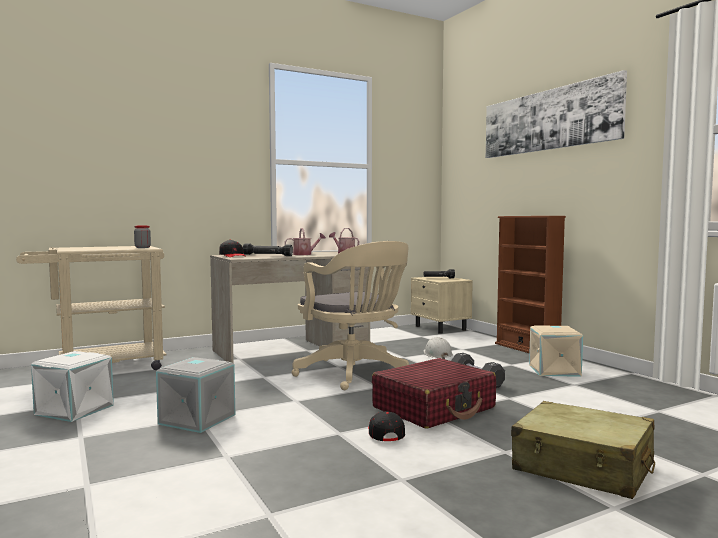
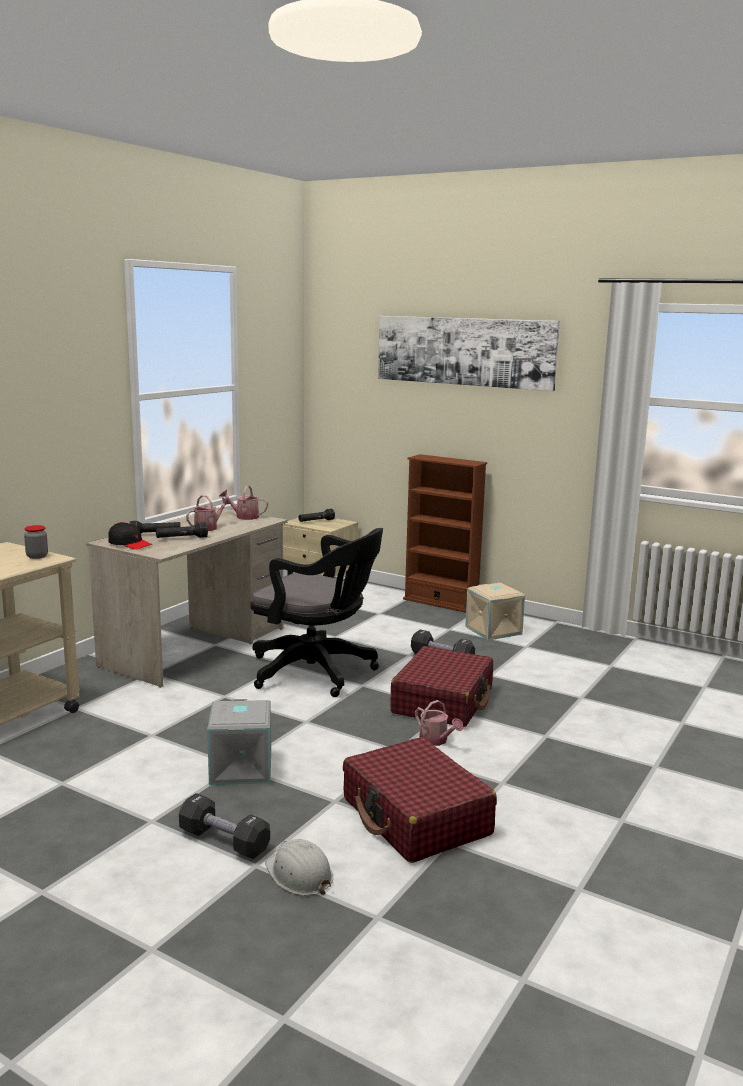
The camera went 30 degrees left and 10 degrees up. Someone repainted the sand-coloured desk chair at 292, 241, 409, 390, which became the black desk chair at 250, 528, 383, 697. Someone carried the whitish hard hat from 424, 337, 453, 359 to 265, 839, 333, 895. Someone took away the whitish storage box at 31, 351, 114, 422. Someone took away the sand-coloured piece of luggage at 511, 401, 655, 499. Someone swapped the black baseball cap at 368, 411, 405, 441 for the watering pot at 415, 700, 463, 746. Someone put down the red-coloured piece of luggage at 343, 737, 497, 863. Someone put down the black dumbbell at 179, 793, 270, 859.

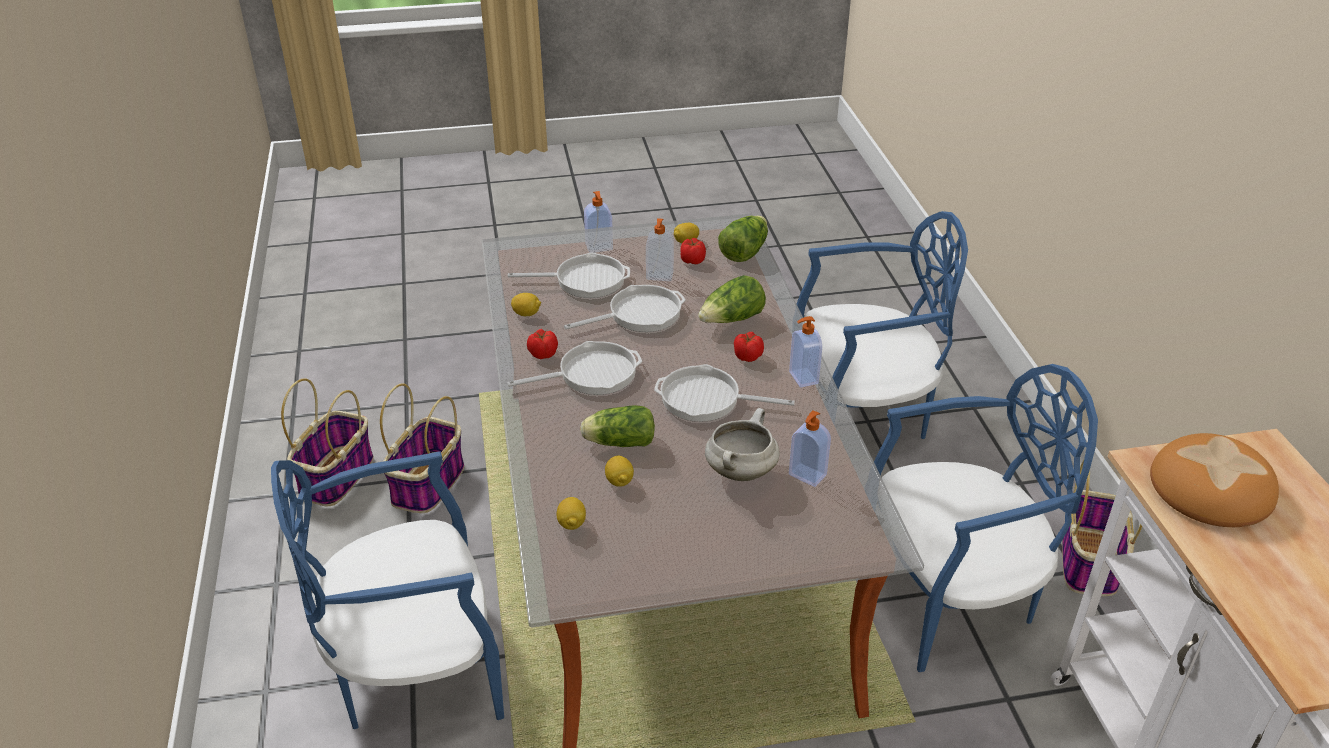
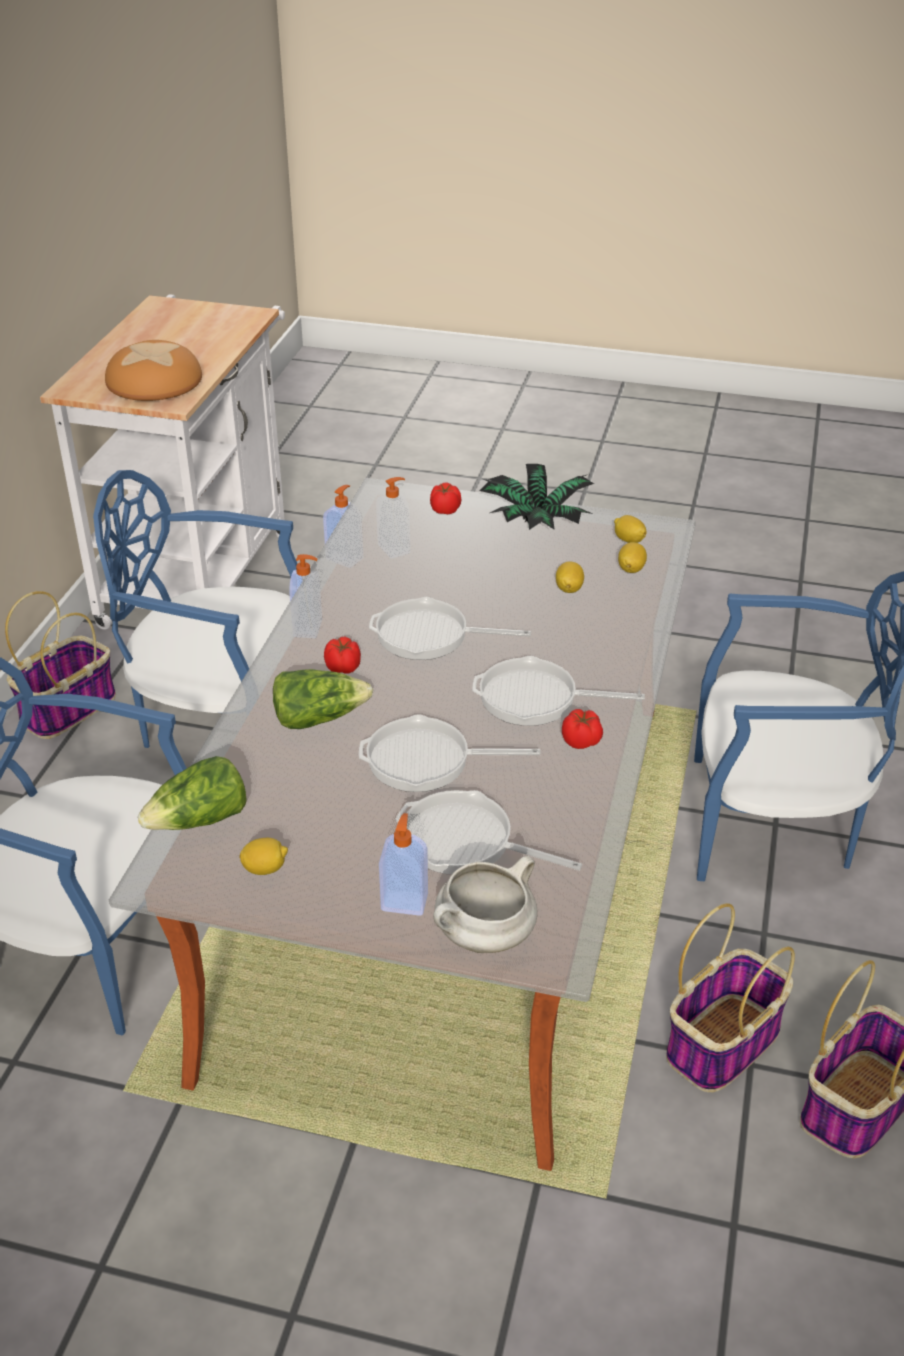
The camera went 155 degrees left and 0 degrees up. Someone carried the soap dispenser from 646, 218, 674, 281 to 323, 485, 363, 568. Someone carried the whole tomato from 680, 238, 706, 264 to 430, 482, 461, 514. Someone carried the lemon from 511, 293, 541, 316 to 614, 515, 647, 543. Someone rotated the pan at 654, 364, 795, 422 by 150 degrees clockwise. Someone took away the lettuce at 580, 405, 655, 447. Someone carried the whitish cooking pot from 705, 408, 780, 481 to 433, 856, 538, 953. Someone put down the plant in a pot at 480, 464, 594, 530.

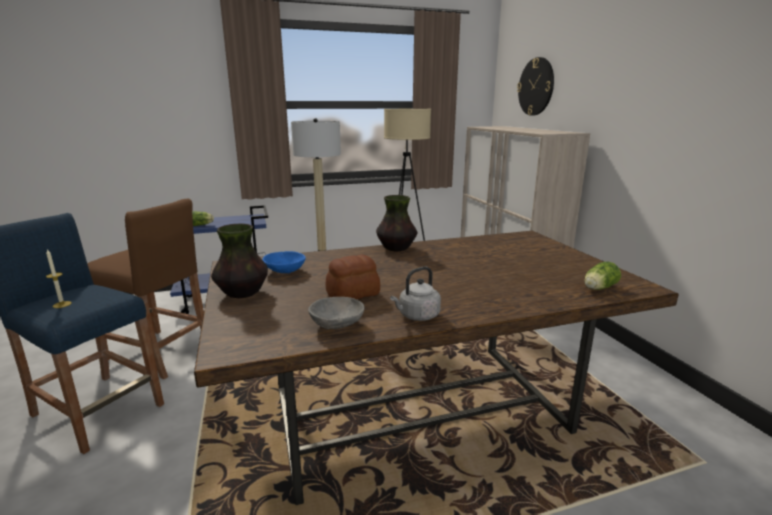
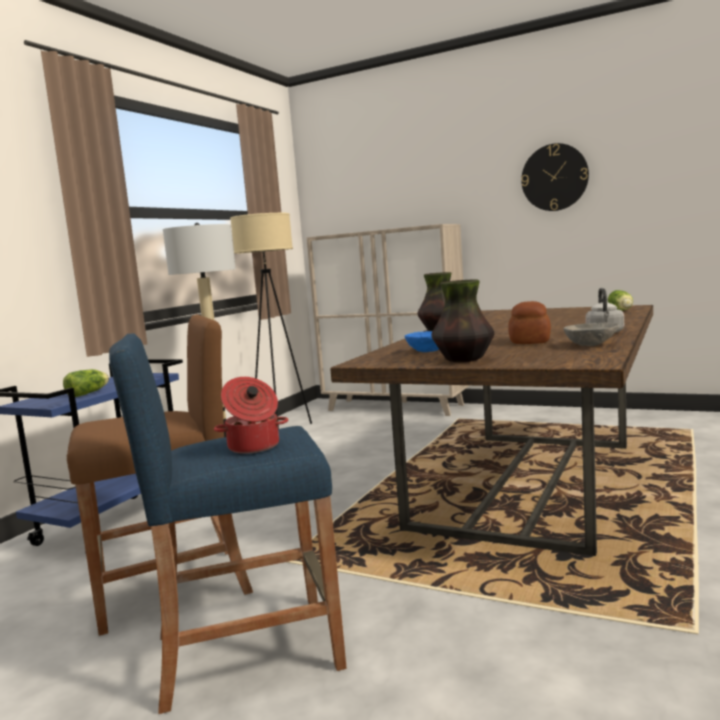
The camera went 45 degrees left and 10 degrees down. Someone carried the wall clock from 517, 57, 554, 116 to 521, 143, 589, 211. Someone swapped the wax candle at 46, 249, 72, 308 for the cooking pot at 214, 377, 288, 454.

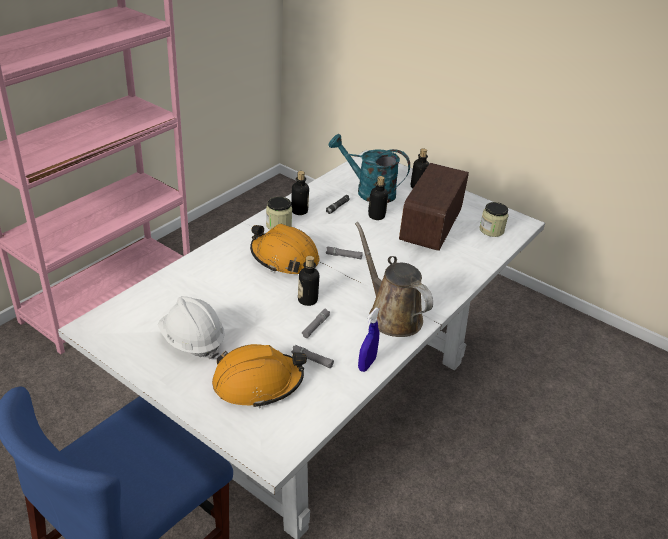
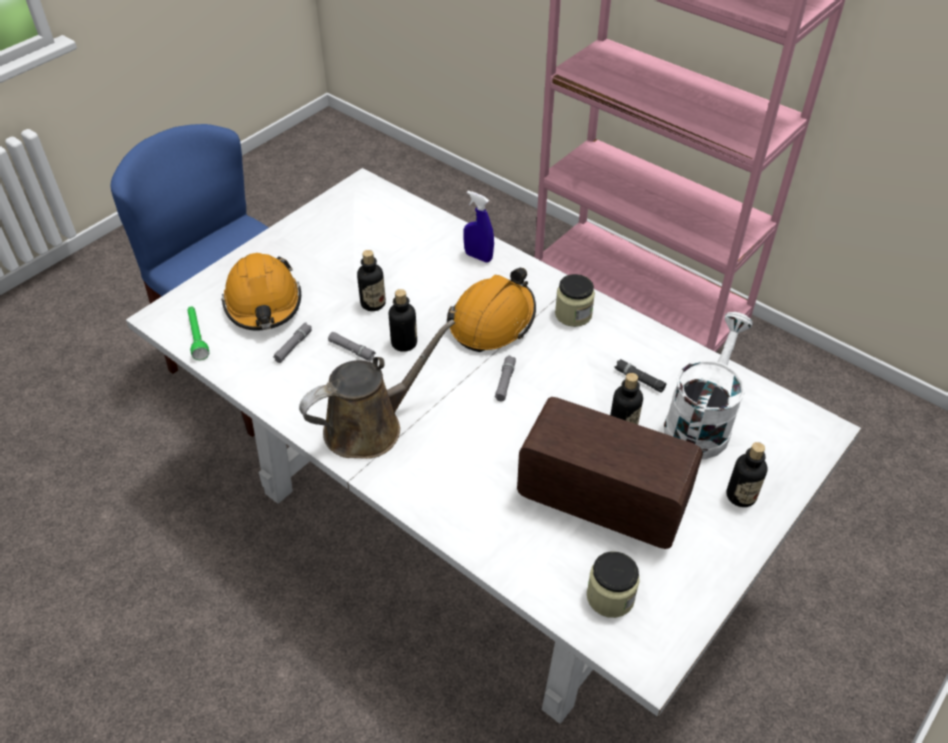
The camera went 95 degrees right and 10 degrees up. Someone repainted the turquoise watering pot at 328, 134, 410, 203, which became the whitish watering pot at 664, 312, 753, 459. Someone carried the beverage bottle from 291, 171, 309, 215 to 357, 250, 386, 311. Someone took away the whitish hard hat at 158, 296, 225, 359. Someone carried the blue-coloured hand sprayer from 358, 308, 380, 372 to 463, 191, 494, 262. Someone put down the green-coloured flashlight at 187, 306, 209, 360.

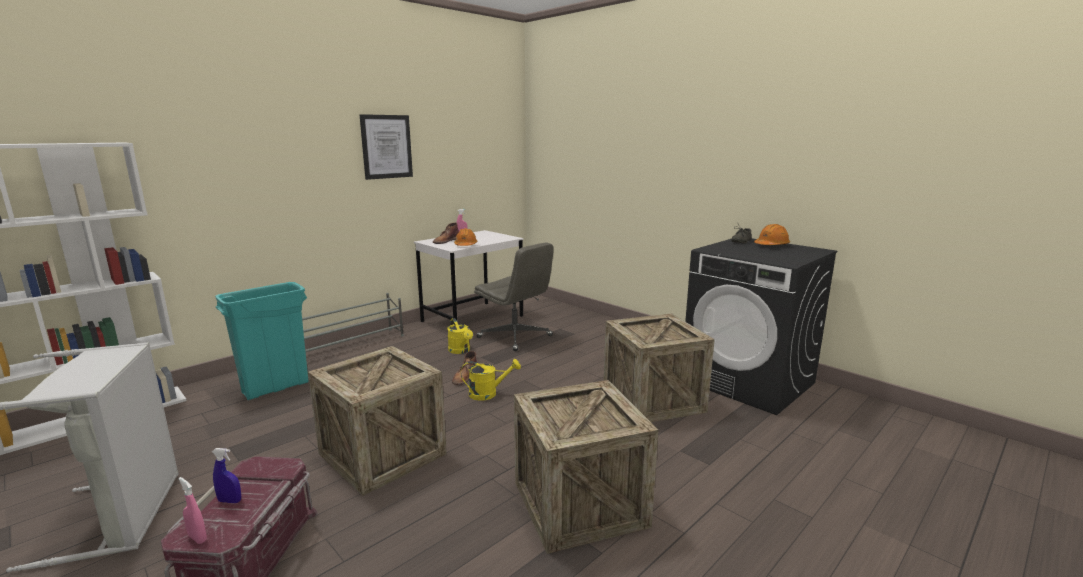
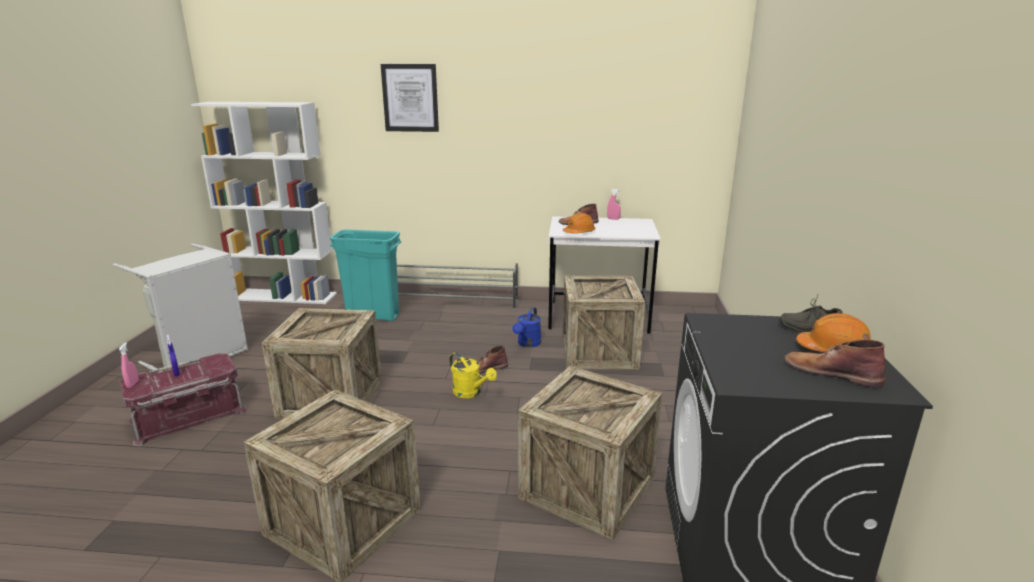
The camera went 50 degrees right and 5 degrees up. Someone carried the picture from 360, 114, 413, 180 to 381, 64, 439, 132. Someone swapped the greyish desk chair at 474, 242, 554, 351 for the crate at 562, 276, 645, 370. Someone repainted the yellowish watering pot at 447, 318, 473, 354, which became the blue-coloured watering pot at 512, 307, 541, 347. Someone put down the brownish tall boot at 784, 339, 885, 388.

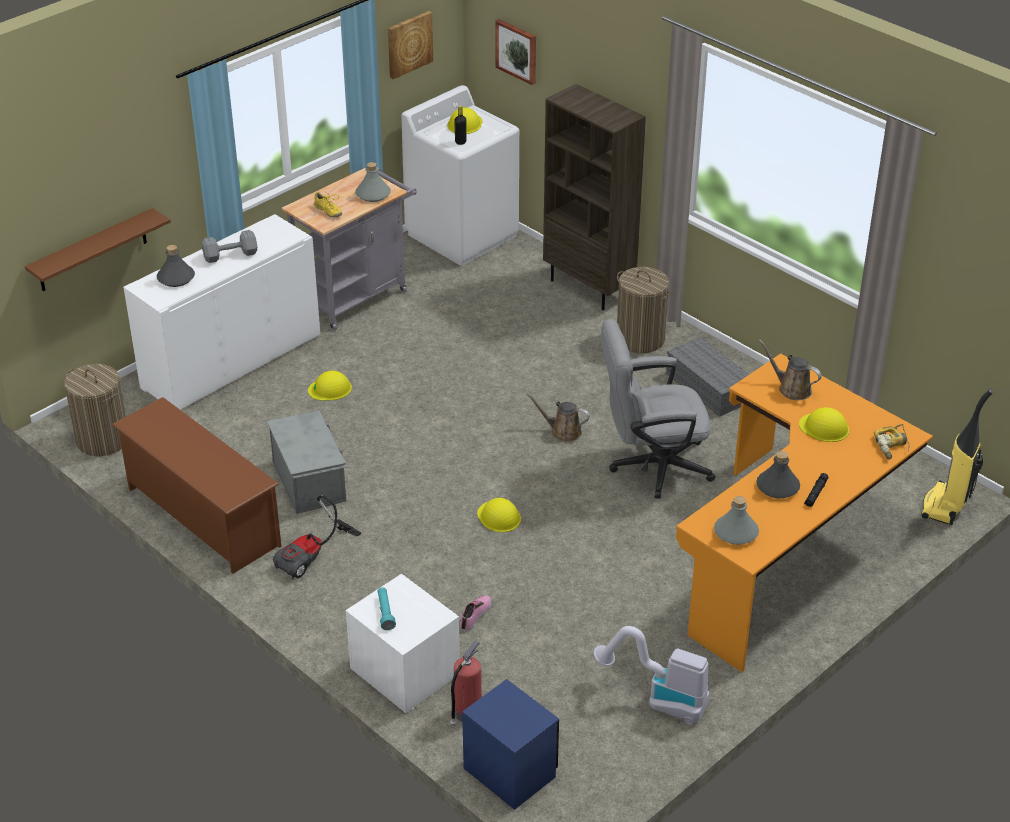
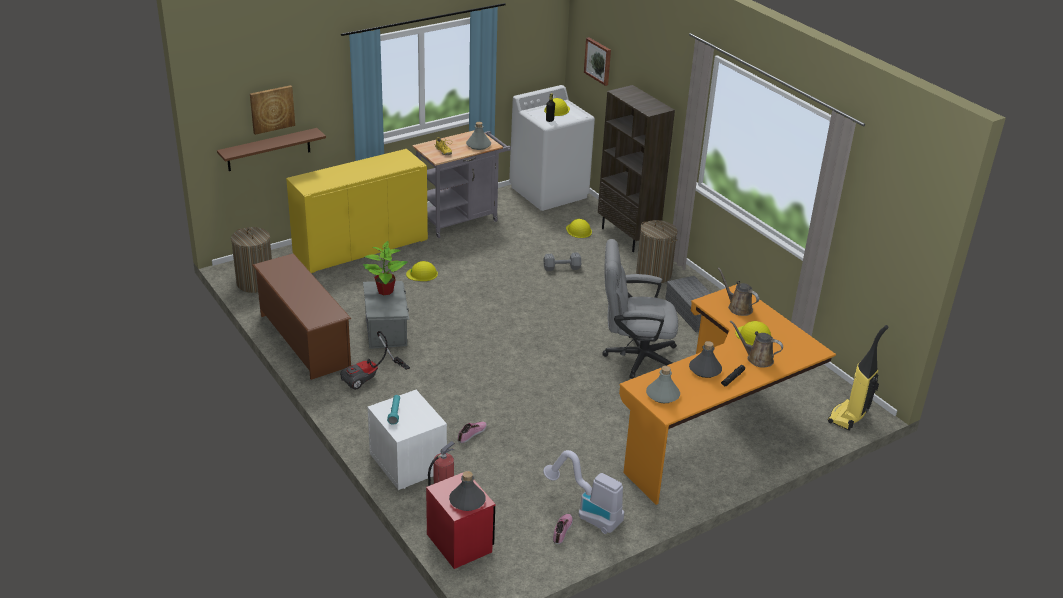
The camera went 10 degrees right and 5 degrees down. Someone carried the picture from 388, 11, 433, 79 to 250, 85, 295, 135. Someone repainted the whitish storage cabinet at 123, 214, 320, 410, which became the yellowish storage cabinet at 286, 149, 428, 273. Someone carried the greyish dumbbell from 202, 230, 257, 263 to 544, 253, 581, 271. Someone carried the greyish beverage bottle from 157, 245, 195, 287 to 449, 471, 486, 511. Someone carried the brownish watering pot from 526, 393, 590, 442 to 730, 321, 783, 368. Someone took away the drill at 874, 424, 910, 459. Someone carried the yellowish hard hat from 477, 498, 521, 532 to 566, 219, 592, 238. Someone repainted the blue-coloured nightstand at 462, 679, 559, 810, which became the red-coloured nightstand at 426, 472, 495, 569. Someone put down the plant in a pot at 363, 241, 408, 295. Someone put down the shoe at 553, 514, 573, 544.

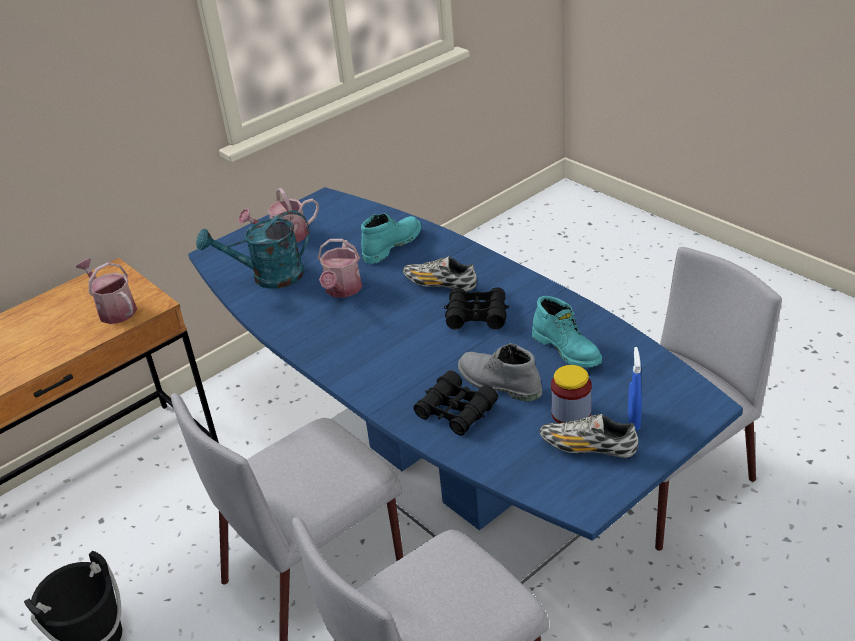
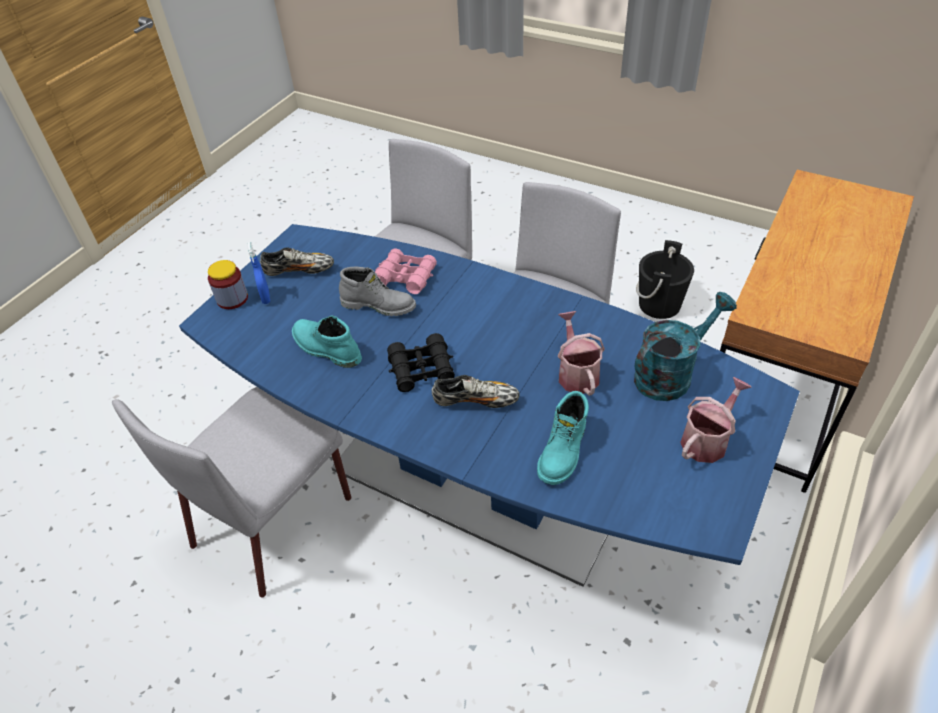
The camera went 160 degrees right and 10 degrees up. Someone took away the watering pot at 76, 258, 137, 324. Someone carried the storage jar from 551, 365, 592, 423 to 208, 260, 248, 309. Someone repainted the black pair of binoculars at 413, 370, 498, 436, which became the pink pair of binoculars at 375, 249, 437, 294.

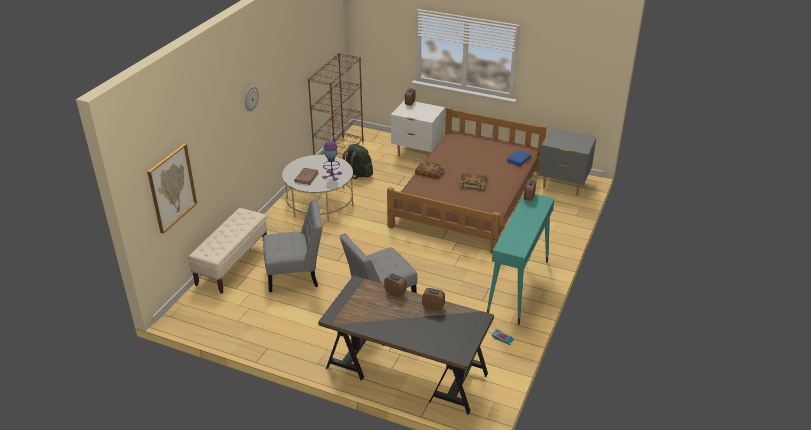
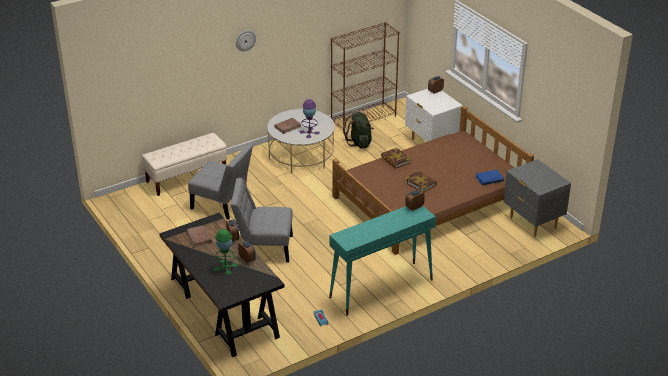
The camera went 35 degrees right and 0 degrees up. Someone took away the picture at 147, 144, 197, 234. Someone put down the brownish bound book at 186, 225, 212, 247. Someone put down the green-coloured lamp for a table at 214, 229, 238, 275.

